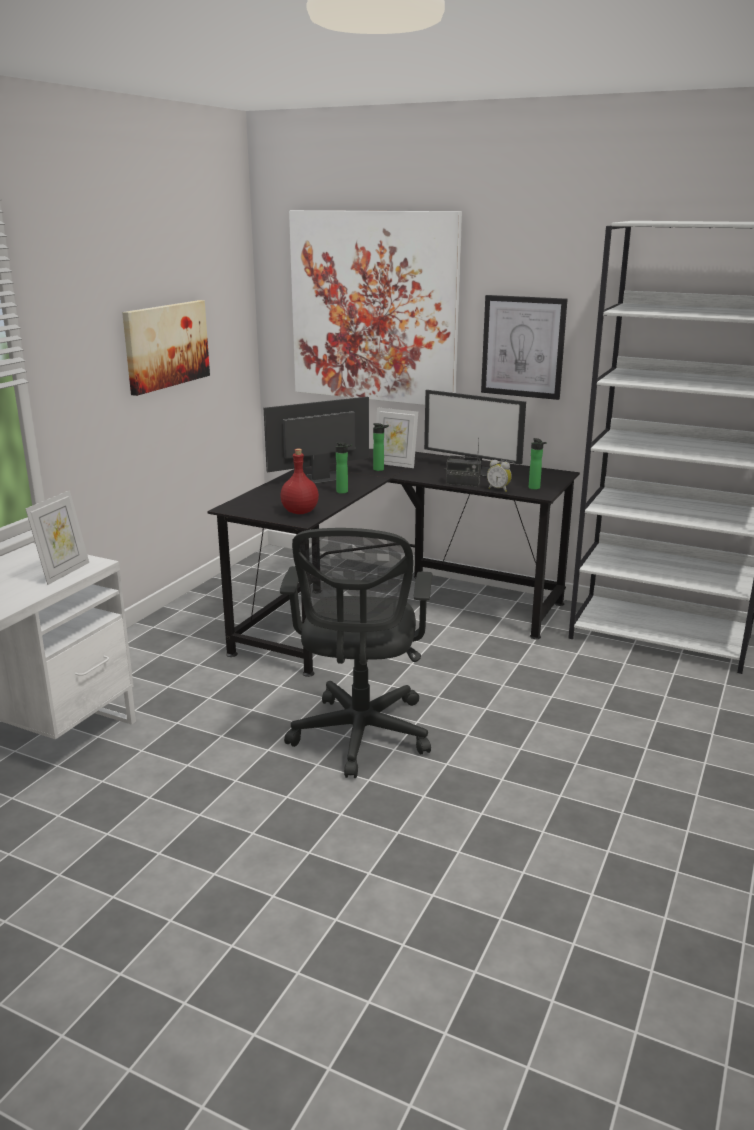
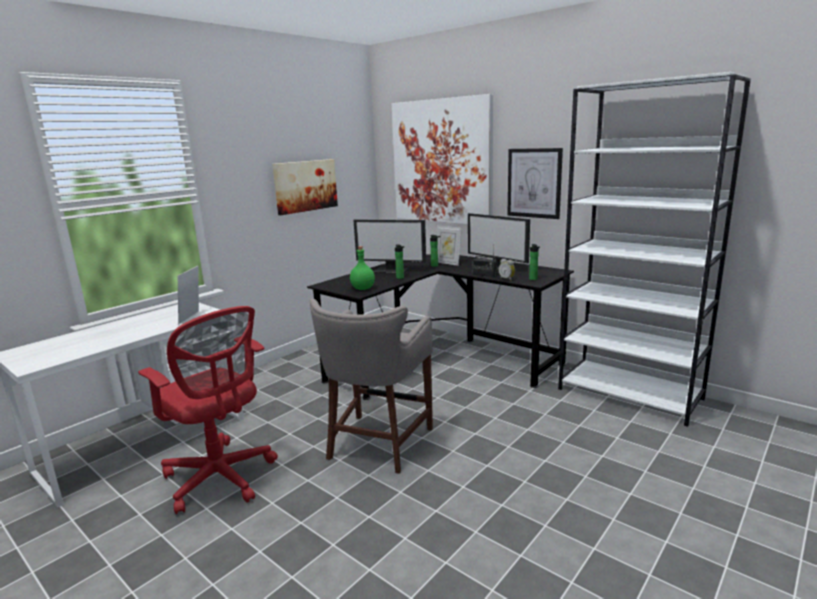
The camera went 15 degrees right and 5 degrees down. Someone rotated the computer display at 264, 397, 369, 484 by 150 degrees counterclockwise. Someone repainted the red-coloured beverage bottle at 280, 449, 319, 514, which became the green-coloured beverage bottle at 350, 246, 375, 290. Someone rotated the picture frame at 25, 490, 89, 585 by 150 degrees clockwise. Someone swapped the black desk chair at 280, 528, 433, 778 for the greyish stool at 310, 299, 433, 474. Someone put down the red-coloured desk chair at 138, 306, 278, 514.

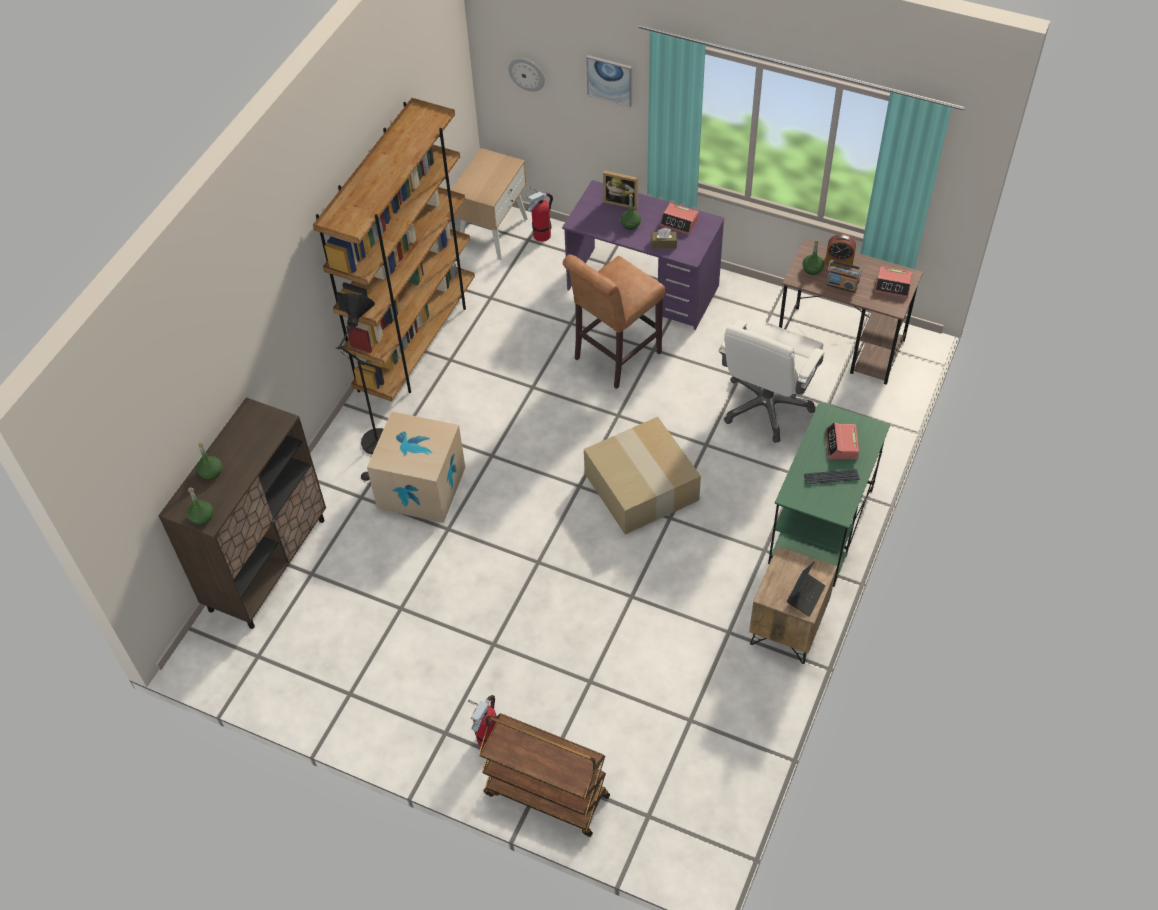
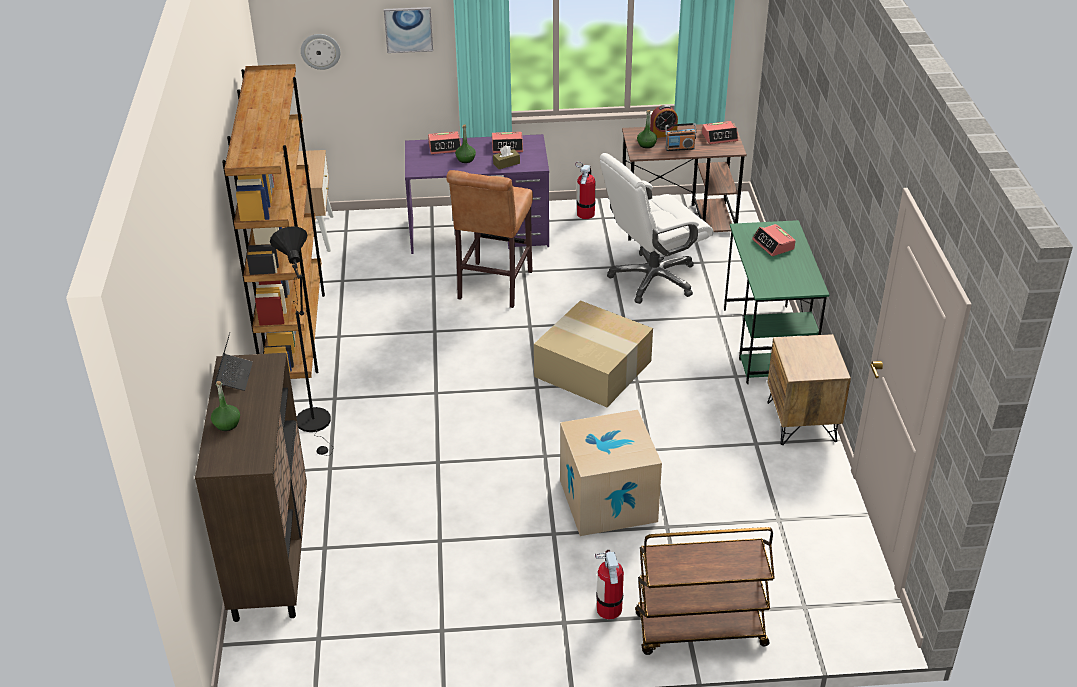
The camera went 30 degrees left and 15 degrees down. Someone swapped the picture frame at 603, 170, 638, 210 for the alarm clock at 428, 131, 461, 154. Someone carried the fire-fighting cylinder from 527, 187, 553, 242 to 575, 162, 596, 219. Someone rotated the whitish desk chair at 718, 320, 825, 443 by 60 degrees clockwise. Someone carried the packing box from 367, 411, 465, 523 to 560, 410, 662, 536. Someone took away the PC keyboard at 804, 469, 860, 484. Someone took away the green-coloured beverage bottle at 187, 488, 213, 525. Someone carried the laptop from 787, 561, 825, 617 to 215, 333, 253, 391.

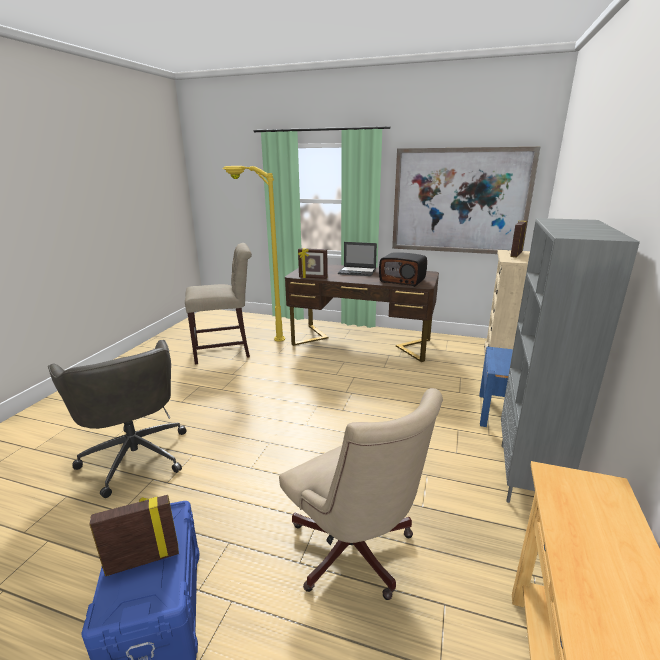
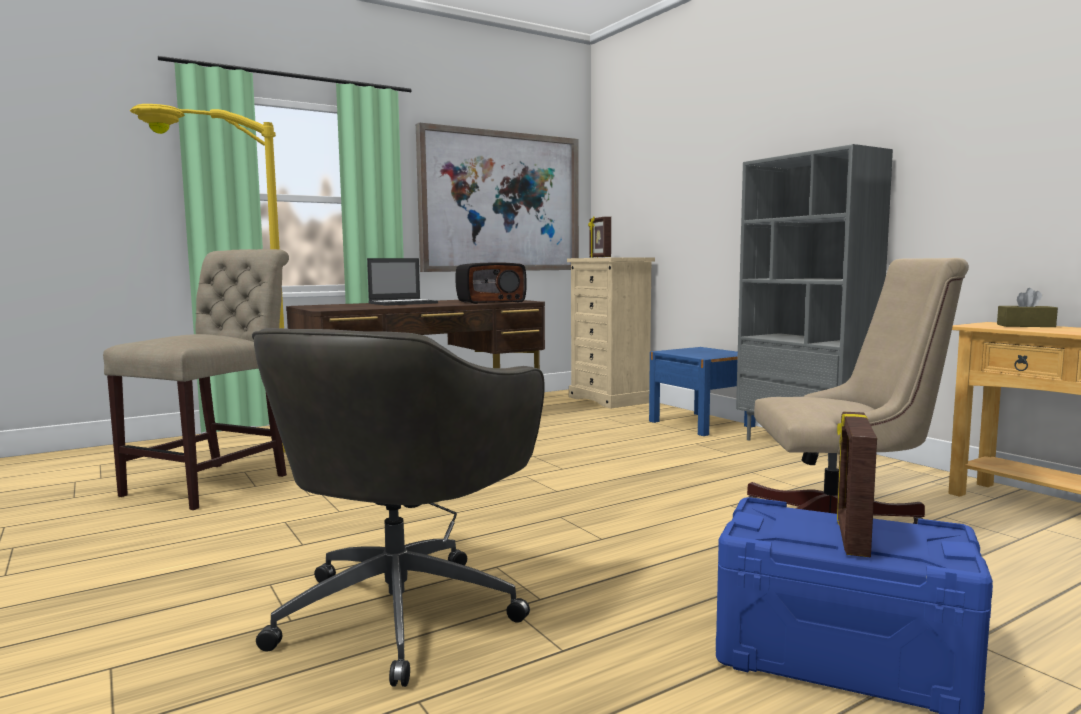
The camera went 50 degrees left and 15 degrees down. Someone took away the picture frame at 298, 248, 328, 279. Someone rotated the greyish desk chair at 48, 340, 187, 498 by 105 degrees clockwise. Someone put down the brownish tissue holder at 997, 288, 1058, 327.

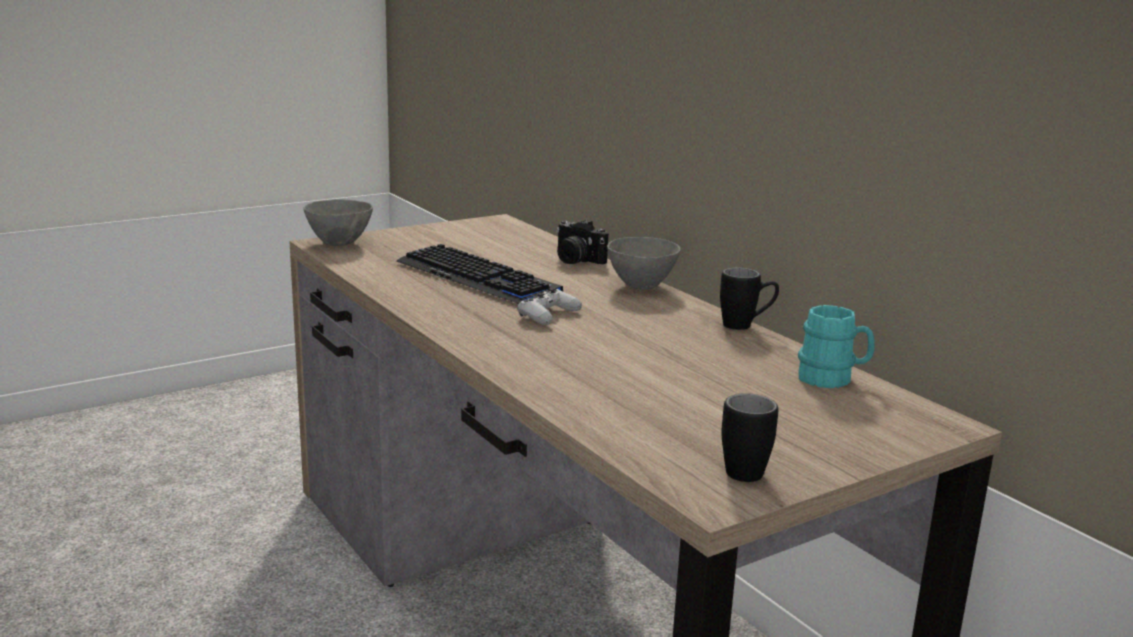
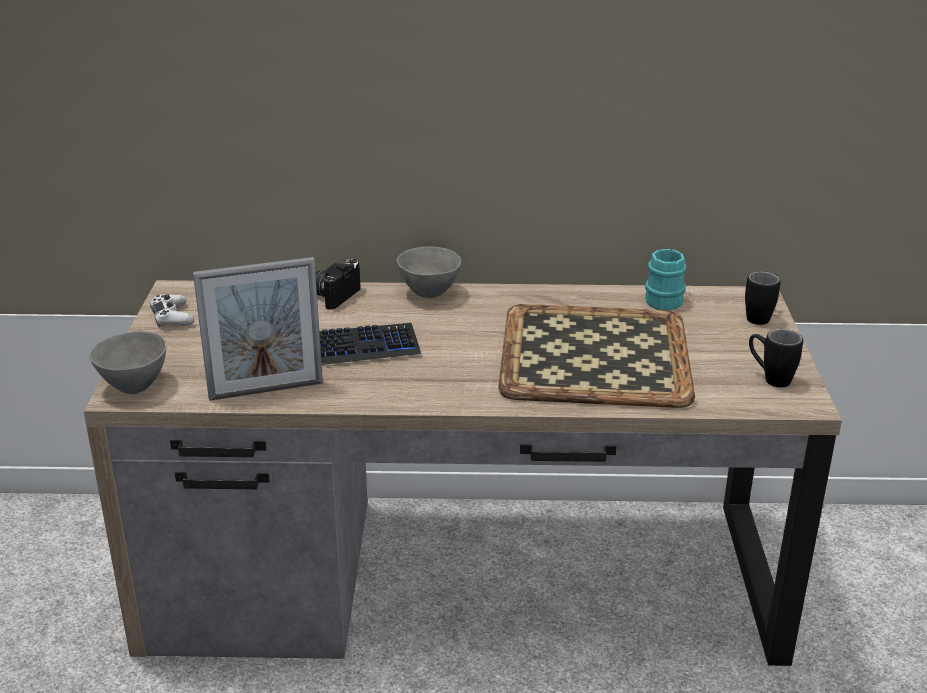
The camera went 55 degrees left and 10 degrees up. Someone rotated the still camera at 556, 220, 608, 264 by 135 degrees clockwise. Someone carried the black tea mug from 720, 267, 779, 330 to 745, 271, 781, 325. Someone carried the whitish game controller from 517, 288, 582, 325 to 150, 294, 195, 328. Someone put down the picture frame at 193, 257, 323, 401. Someone put down the carrying tray at 498, 304, 695, 408.

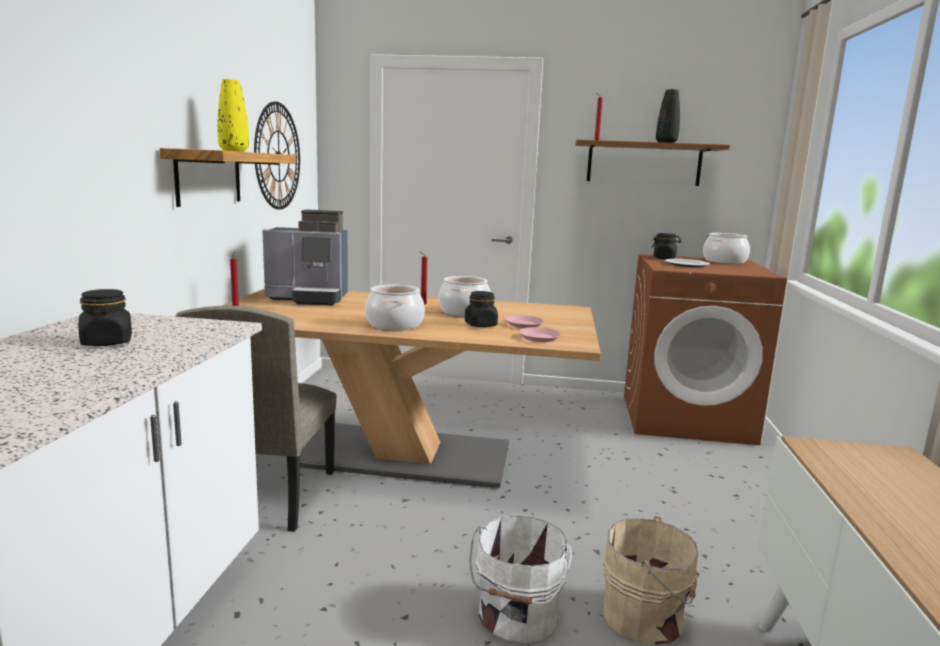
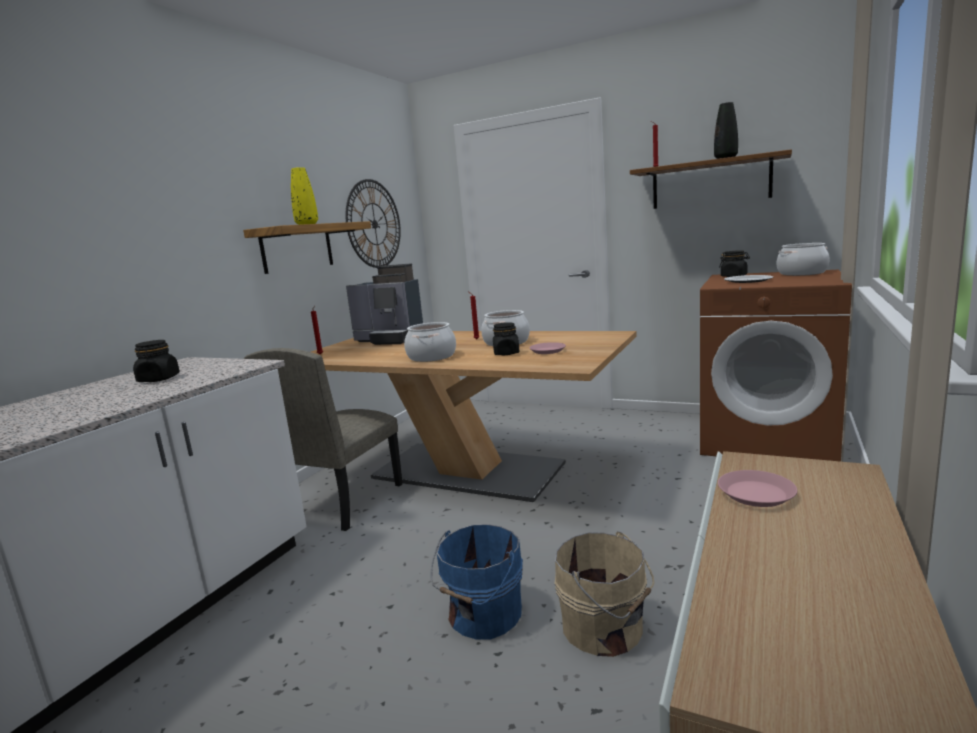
The camera went 20 degrees right and 0 degrees up. Someone carried the pink plate from 519, 327, 561, 342 to 718, 470, 798, 507. Someone repainted the whitish water bucket at 469, 515, 572, 643, which became the blue-coloured water bucket at 431, 524, 523, 640.

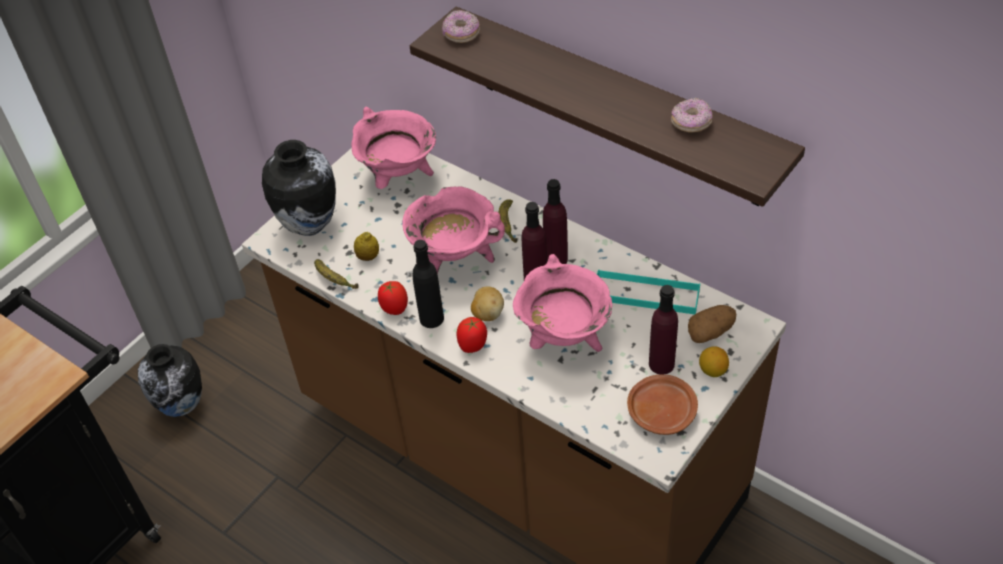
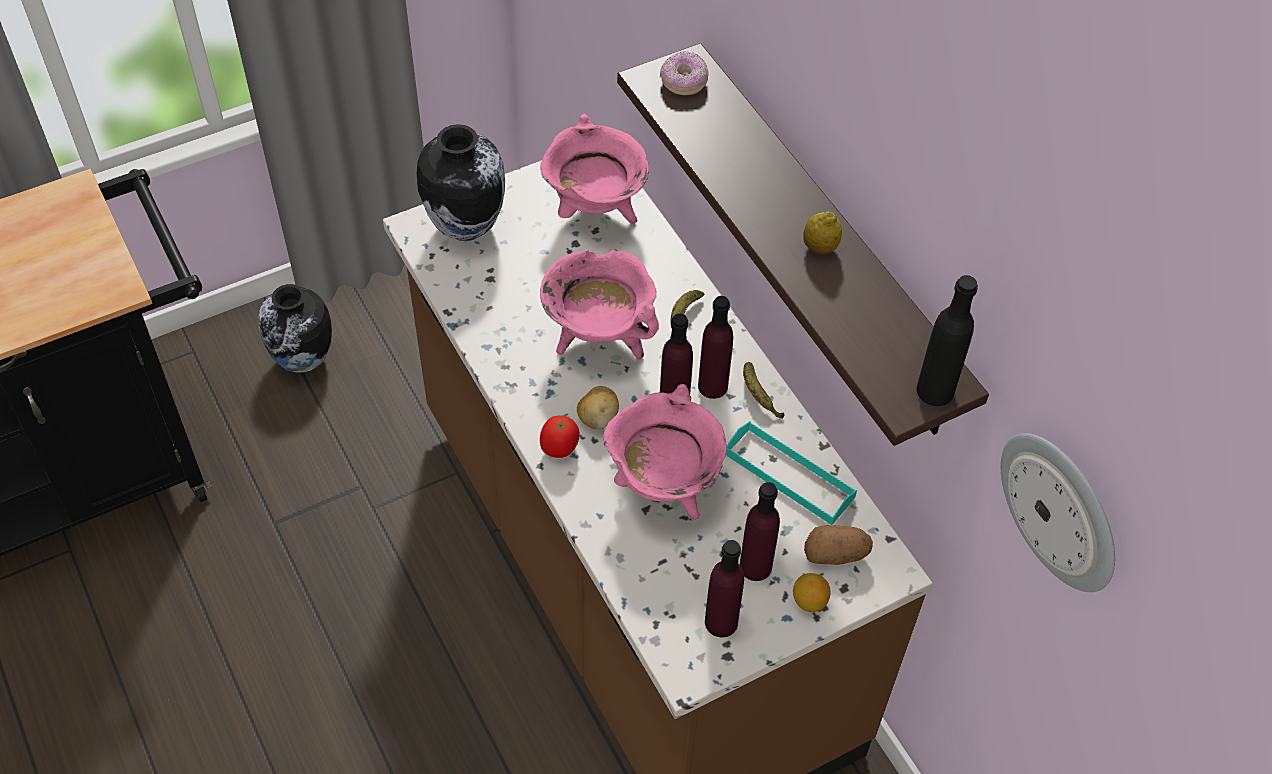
The camera went 20 degrees right and 5 degrees up. Someone took away the donut at 671, 97, 712, 133. Someone carried the lemon from 354, 232, 379, 261 to 803, 211, 842, 254. Someone carried the black beverage bottle from 412, 240, 444, 328 to 916, 275, 978, 406. Someone carried the banana fruit from 314, 259, 359, 289 to 743, 362, 784, 419. Someone took away the whole tomato at 378, 281, 408, 315. Someone swapped the brownish plate at 627, 375, 698, 435 for the purple beverage bottle at 705, 540, 744, 637. Someone put up the wall clock at 1001, 433, 1115, 592.

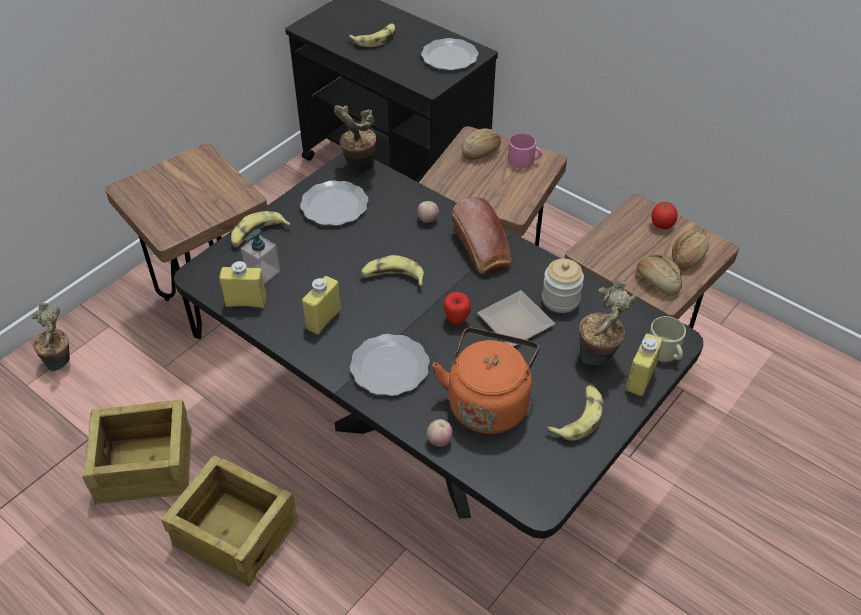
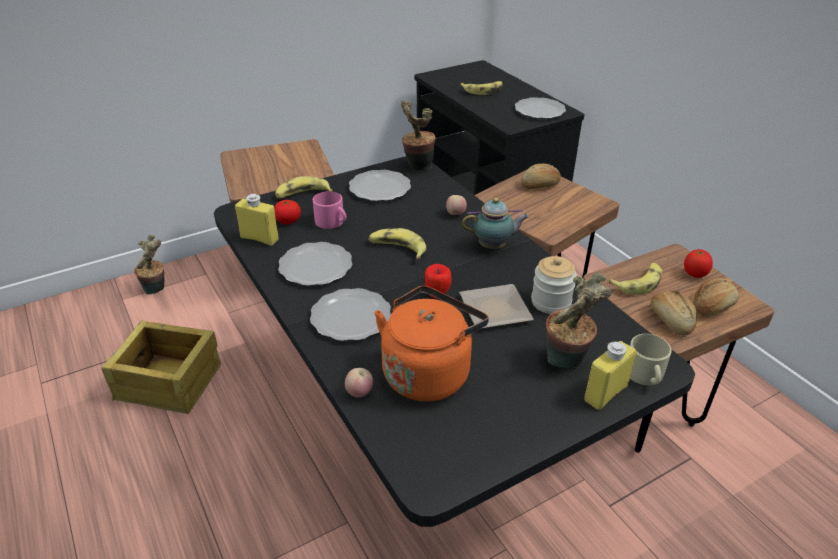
The camera went 20 degrees right and 10 degrees down. Someone carried the pink tea mug from 508, 133, 542, 169 to 313, 191, 346, 229. Someone swapped the bakery bread at 452, 197, 512, 275 for the teapot at 462, 198, 529, 249. Someone swapped the soap dispenser at 241, 229, 280, 284 for the whole tomato at 274, 200, 301, 224. Someone swapped the yellowish beverage bottle at 302, 276, 341, 334 for the plate at 278, 242, 353, 286. Someone carried the banana fruit from 547, 385, 603, 441 to 609, 263, 662, 295. Someone took away the crate at 161, 455, 299, 587.

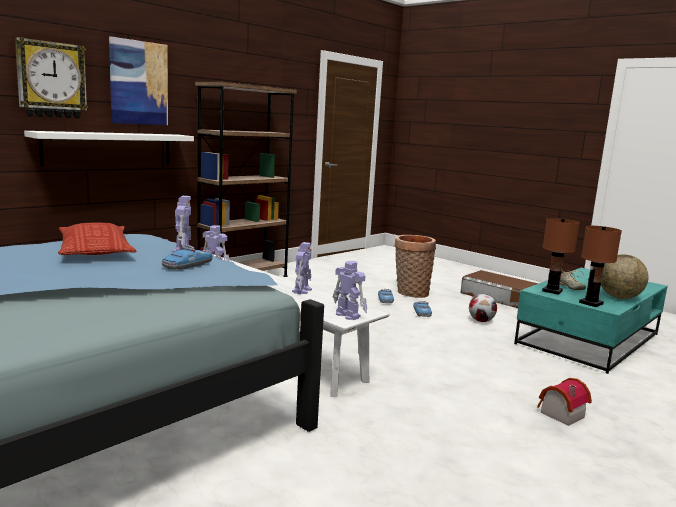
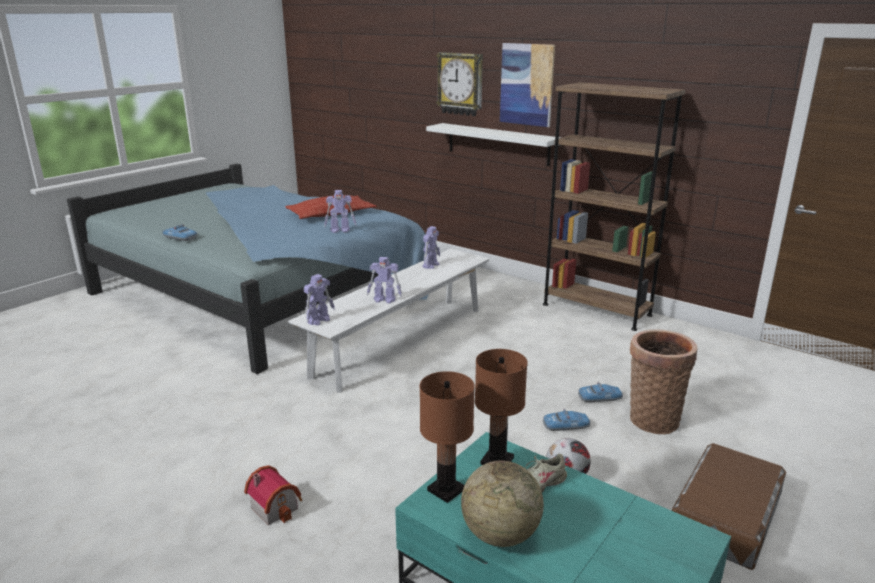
The camera went 85 degrees right and 10 degrees up. Someone carried the miniature car from 162, 245, 213, 270 to 162, 224, 197, 241.

